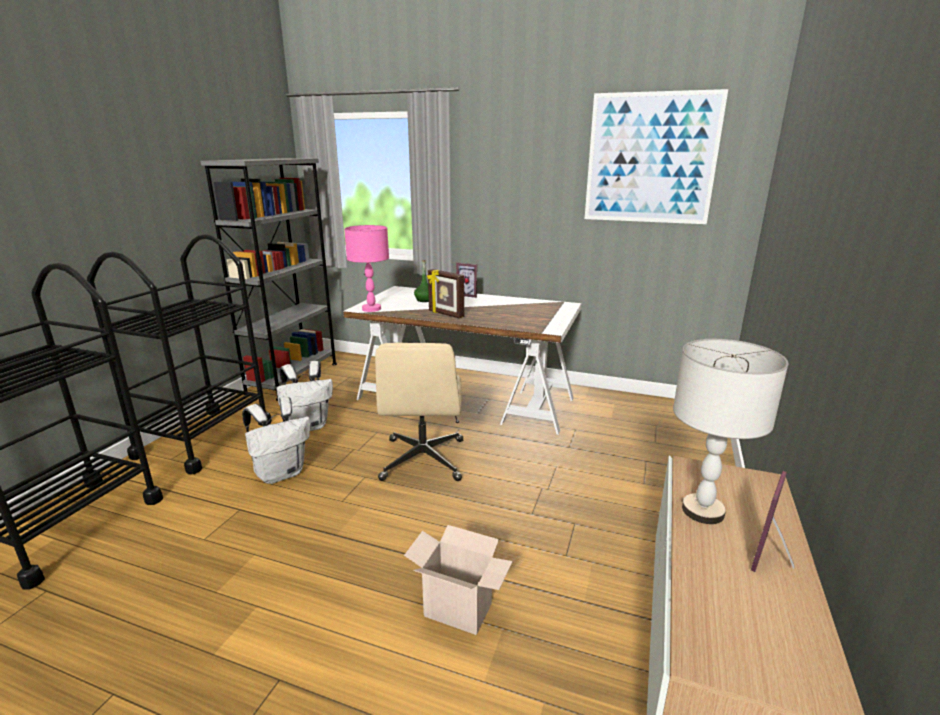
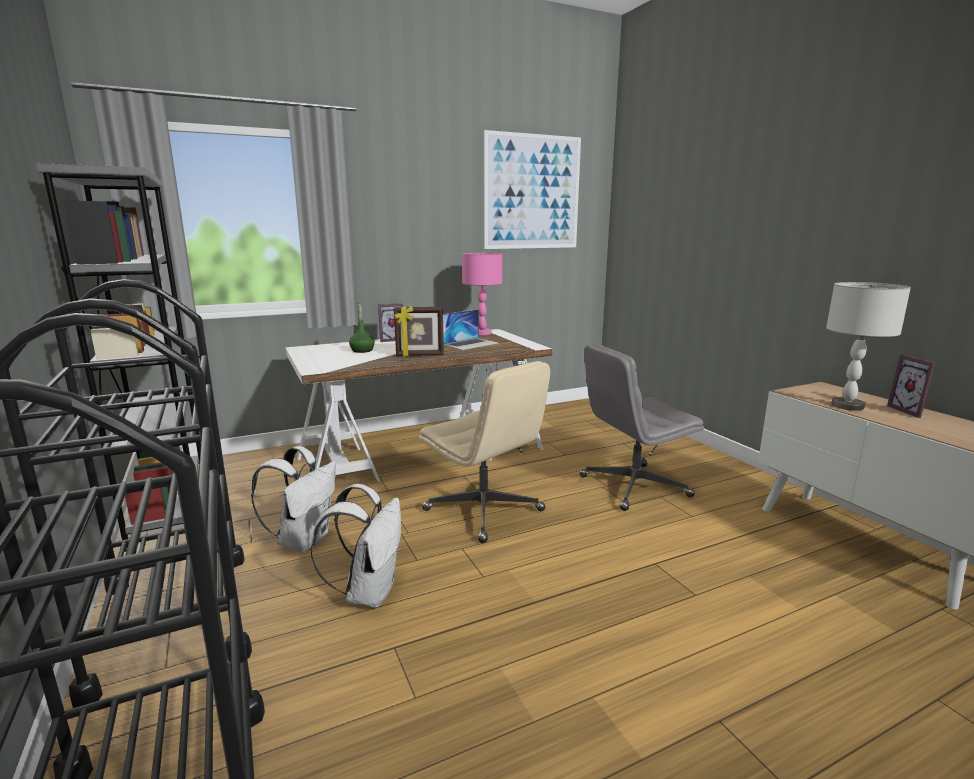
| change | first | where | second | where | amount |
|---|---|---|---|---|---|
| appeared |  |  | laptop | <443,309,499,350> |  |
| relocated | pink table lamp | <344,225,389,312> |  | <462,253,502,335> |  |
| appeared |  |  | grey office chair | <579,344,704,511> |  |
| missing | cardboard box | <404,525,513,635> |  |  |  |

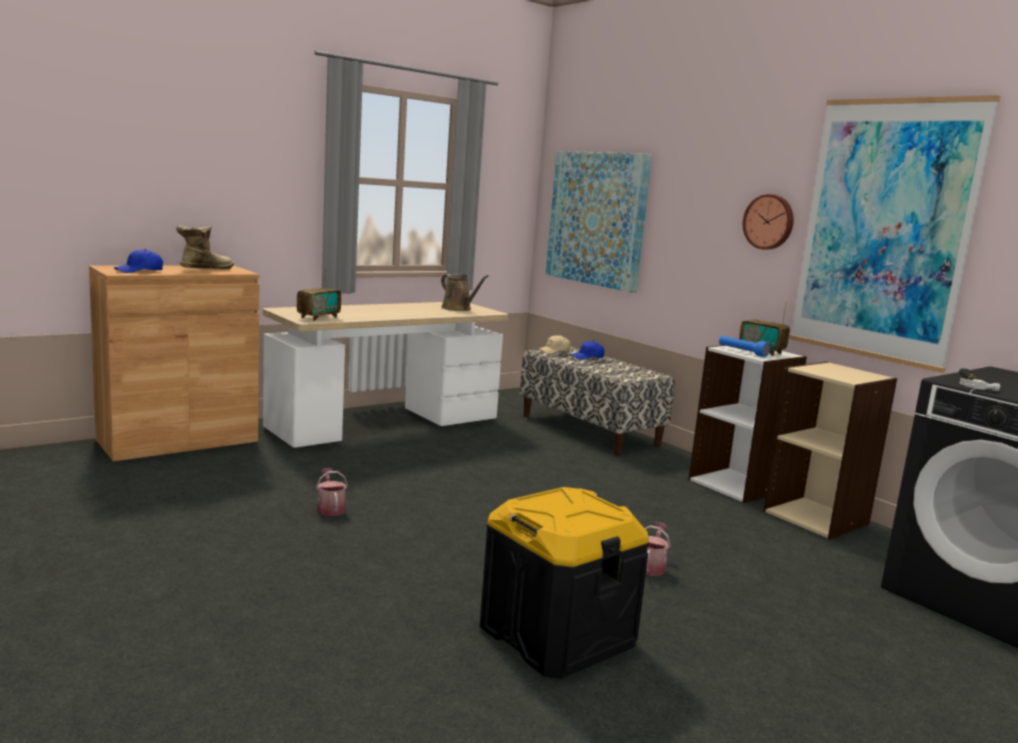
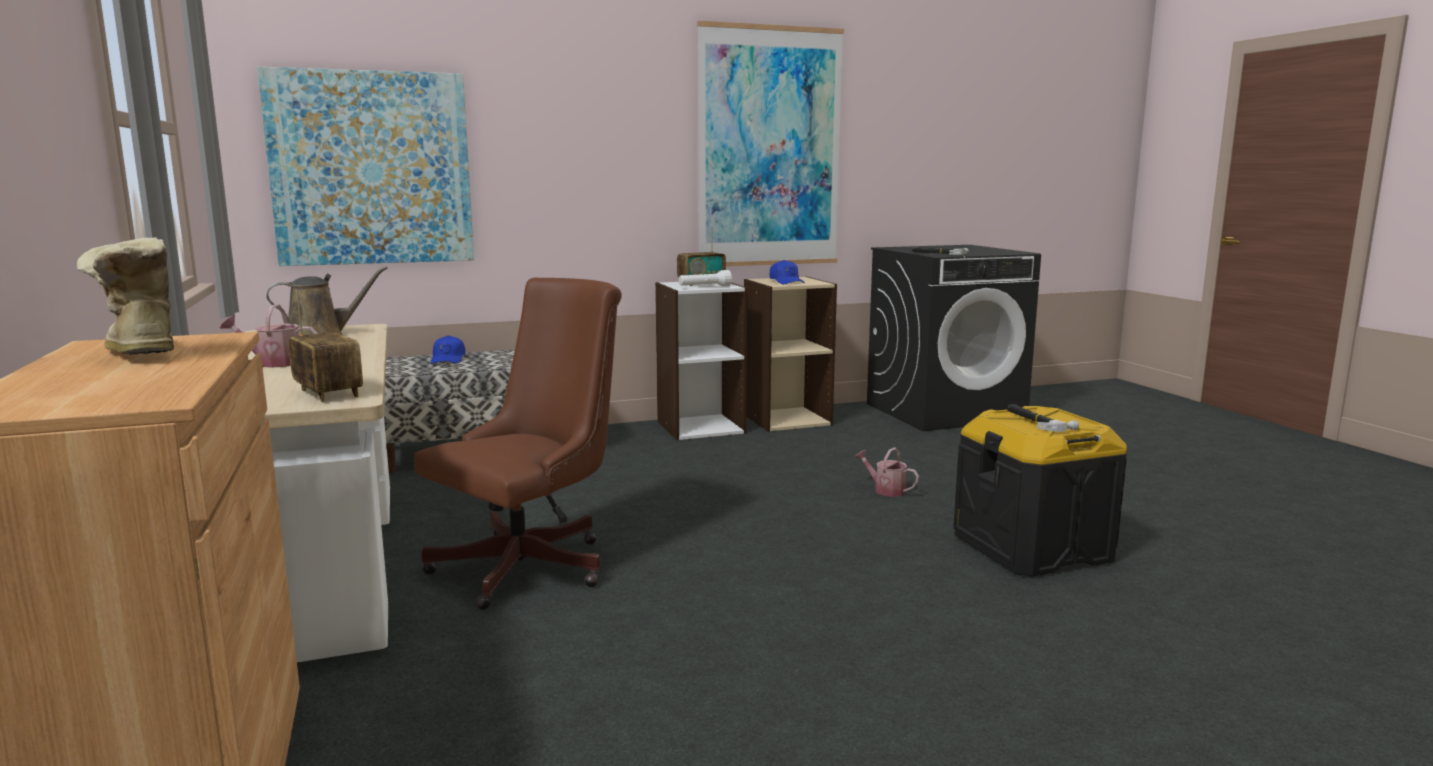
| change | first | where | second | where | amount |
|---|---|---|---|---|---|
| relocated | watering can | <316,468,348,516> |  | <220,304,318,368> |  |
| appeared |  |  | brown office chair | <414,278,622,610> |  |
| colour | blue flashlight | <719,336,770,357> | white flashlight | <679,270,732,286> |  |
| relocated | blue cap | <114,249,163,273> |  | <770,260,805,284> |  |
| appeared |  |  | hammer | <1007,404,1079,432> |  |
| missing | beige cap | <538,335,571,354> |  |  |  |
| missing | wall clock | <743,194,794,250> |  |  |  |

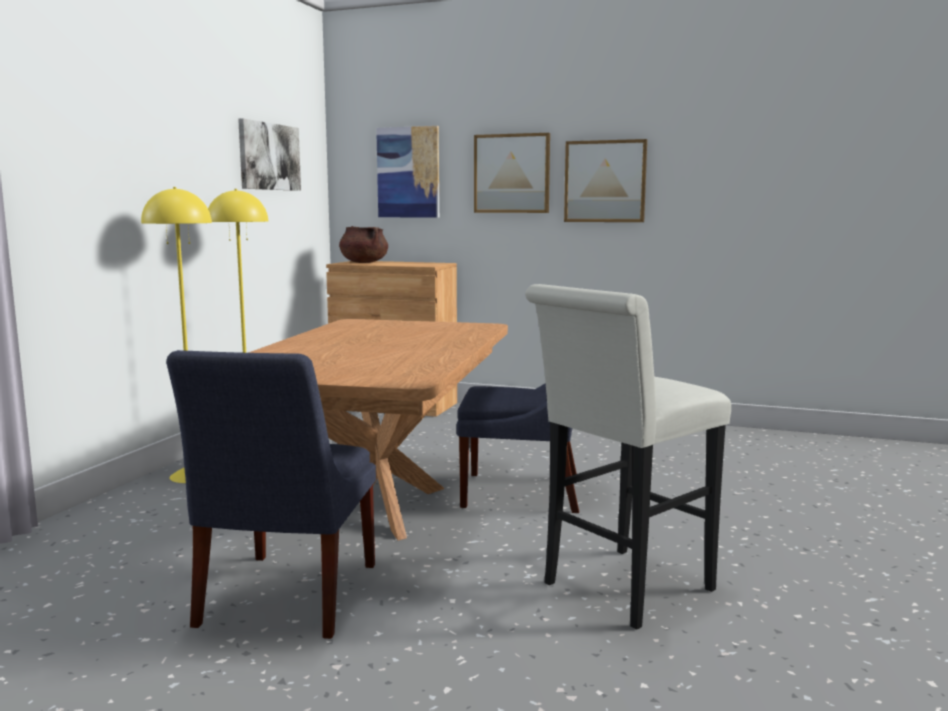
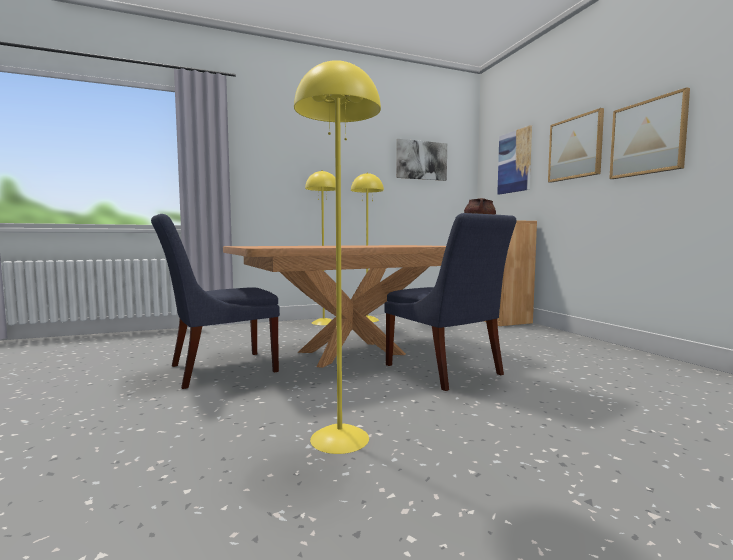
| change | first | where | second | where | amount |
|---|---|---|---|---|---|
| exchanged | white stool | <525,284,731,630> | yellow floor lamp | <294,60,381,454> |  |

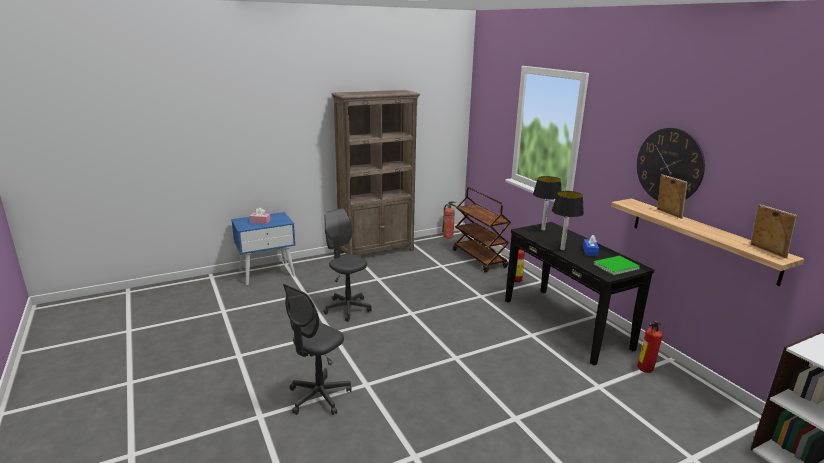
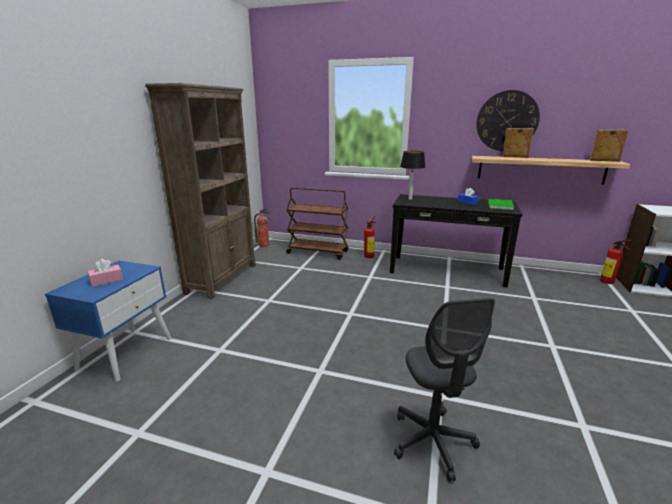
| change | first | where | second | where | amount |
|---|---|---|---|---|---|
| relocated | fire extinguisher | <637,320,665,373> |  | <600,240,631,284> |  |
| missing | grey office chair | <323,208,372,322> |  |  |  |
| missing | table lamp | <552,191,584,250> |  |  |  |

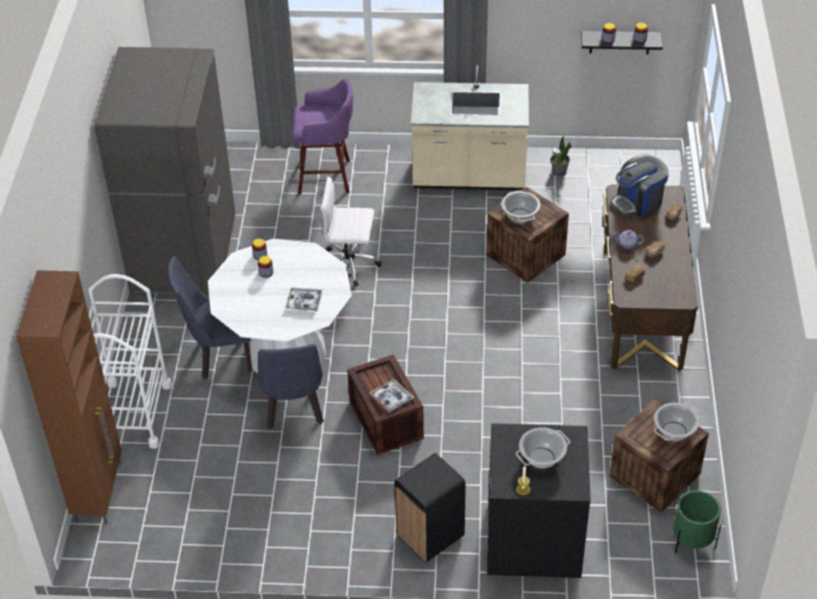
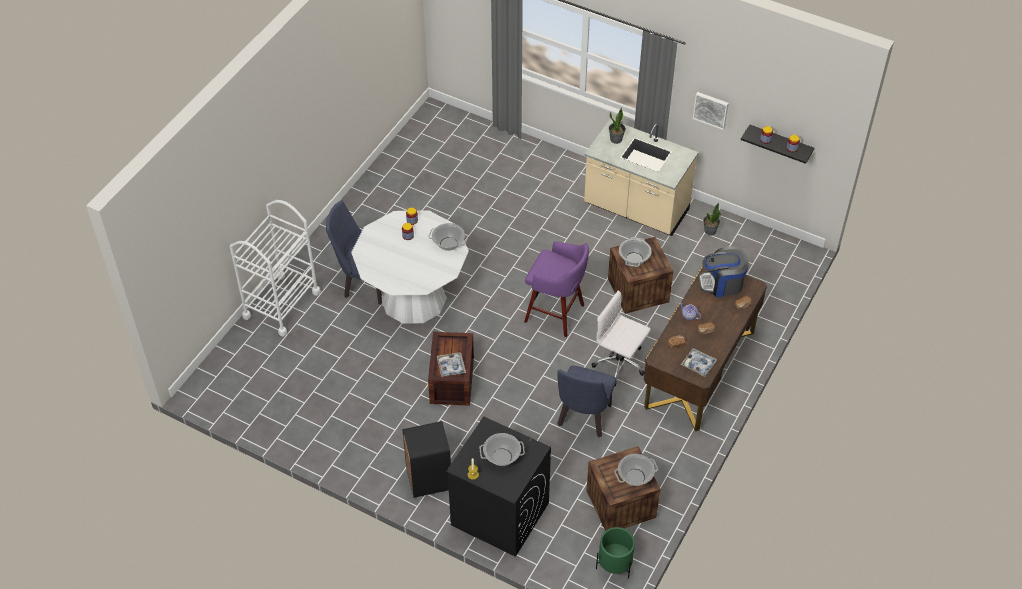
| change | first | where | second | where | amount |
|---|---|---|---|---|---|
| appeared |  |  | cooking pot | <428,223,468,251> |  |
| relocated | purple stool | <293,78,353,194> |  | <524,241,589,337> |  |
| relocated | blue chair | <258,344,324,429> |  | <557,365,616,437> |  |
| relocated | white office chair | <321,176,382,287> |  | <592,290,651,386> |  |
| appeared |  |  | potted plant | <609,108,626,144> |  |
| relocated | tray | <285,287,323,311> |  | <681,348,717,377> |  |
| appeared |  |  | picture | <693,92,729,130> |  |
| missing | brown cabinet | <16,270,122,524> |  |  |  |
| missing | grey fridge | <94,47,236,294> |  |  |  |

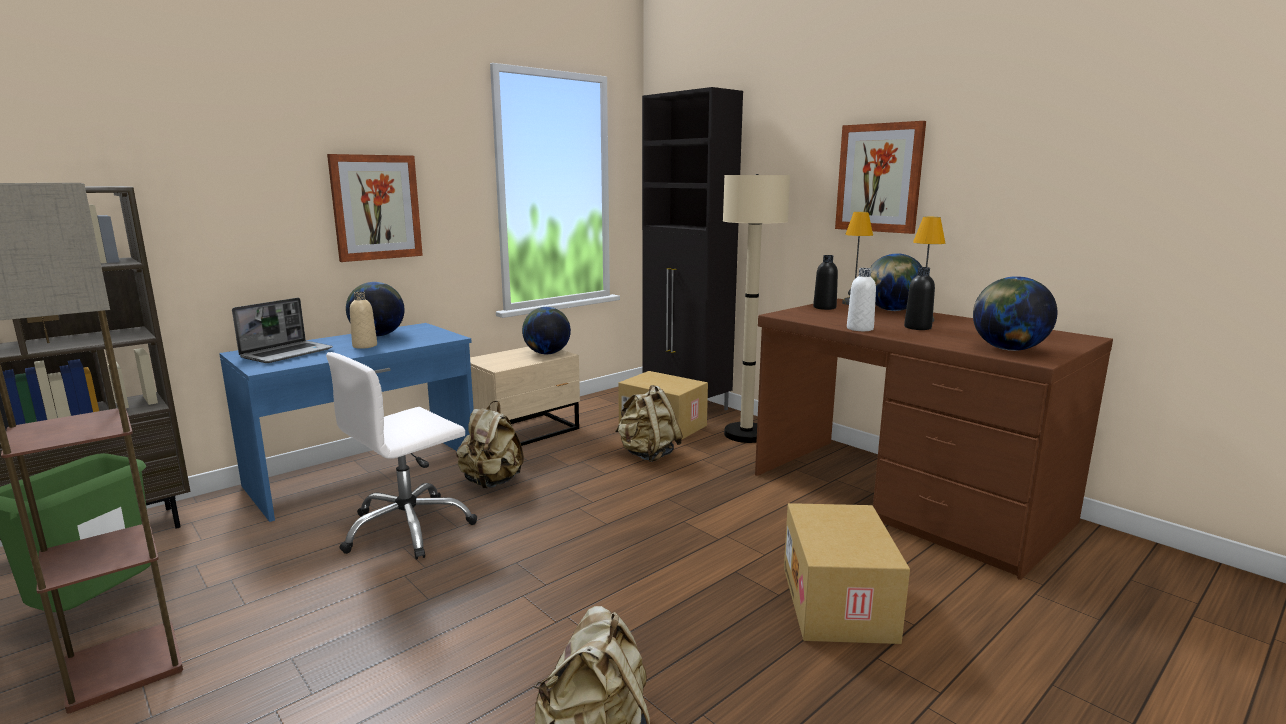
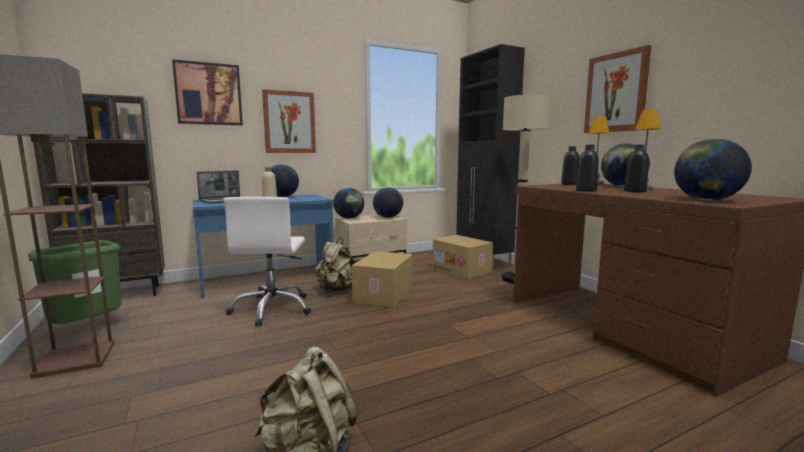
| change | first | where | second | where | amount |
|---|---|---|---|---|---|
| appeared |  |  | picture | <172,59,243,125> |  |
| spun | white office chair | <326,352,477,560> |  | <224,197,311,326> | 60 degrees counterclockwise |
| appeared |  |  | globe | <333,188,364,219> |  |
| relocated | cardboard box | <784,503,910,644> |  | <352,251,413,308> |  |
| colour | white bottle | <847,268,876,331> | black bottle | <576,145,599,192> |  |
| missing | beige backpack | <615,385,683,462> |  |  |  |

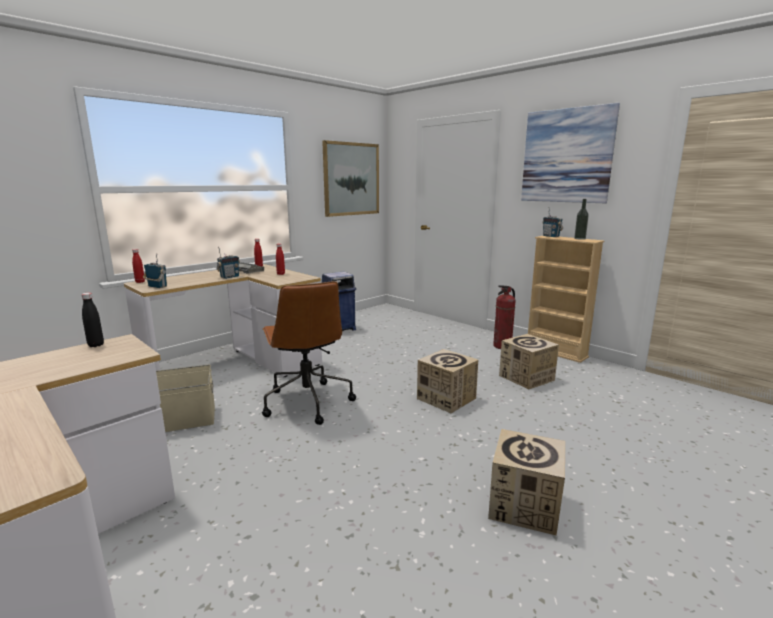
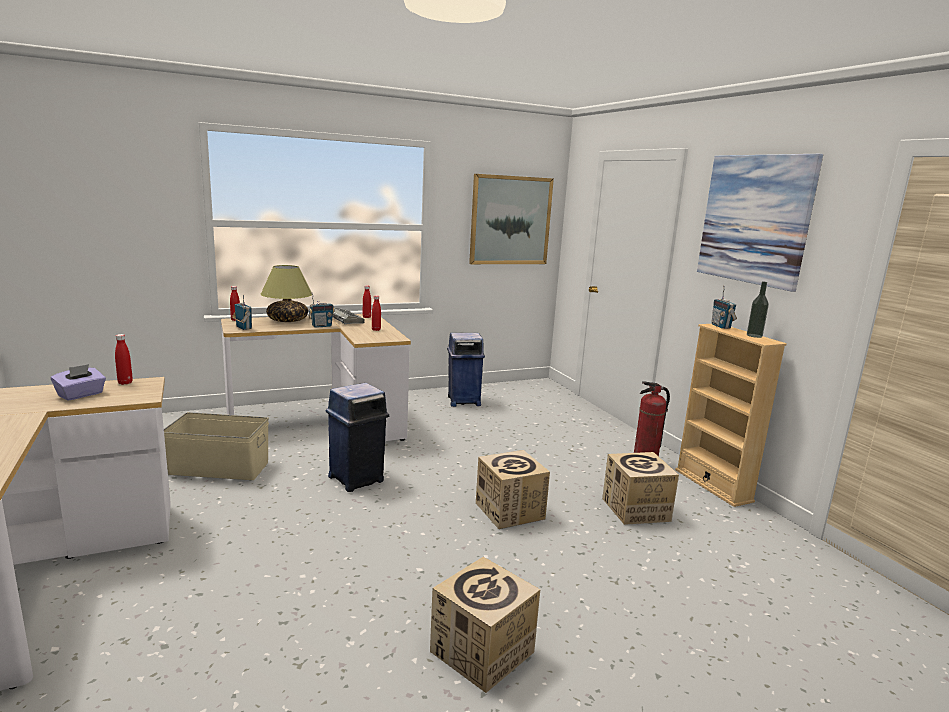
| change | first | where | second | where | amount |
|---|---|---|---|---|---|
| appeared |  |  | purple tissue box | <51,364,106,401> |  |
| colour | black bottle | <81,293,104,347> | red bottle | <115,334,133,385> |  |
| appeared |  |  | table lamp | <261,265,312,322> |  |
| exchanged | brown office chair | <262,281,356,425> | blue trash can | <326,383,389,492> |  |

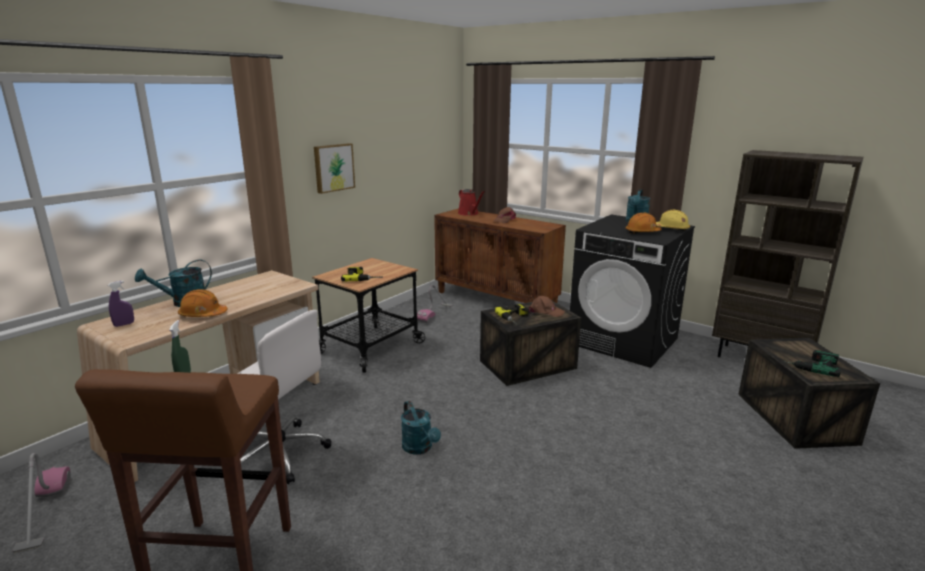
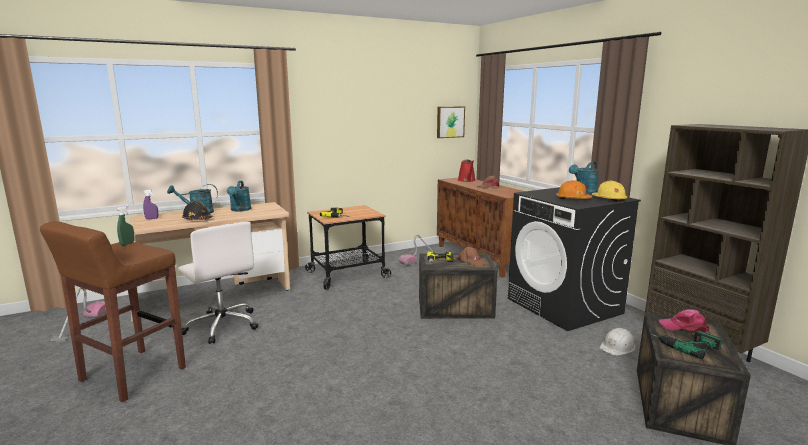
| change | first | where | second | where | amount |
|---|---|---|---|---|---|
| colour | orange hard hat | <178,289,228,317> | black hard hat | <182,202,213,220> |  |
| relocated | turquoise watering can | <401,401,441,455> |  | <227,181,251,212> |  |
| relocated | picture | <314,143,355,194> |  | <437,106,465,138> |  |
| appeared |  |  | white hard hat | <600,328,635,356> |  |
| appeared |  |  | pink cap | <658,309,709,332> |  |

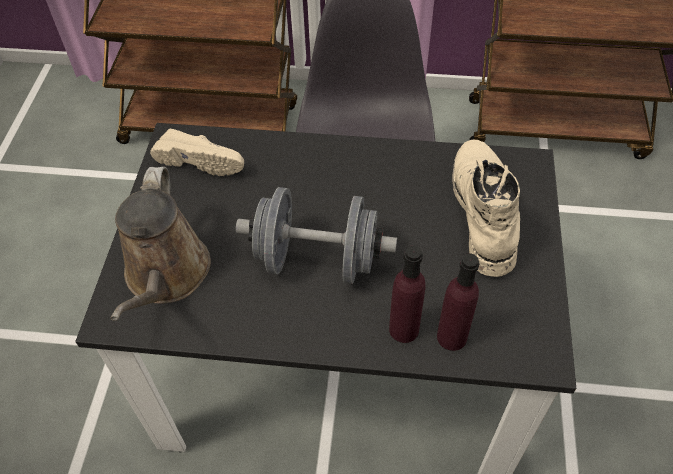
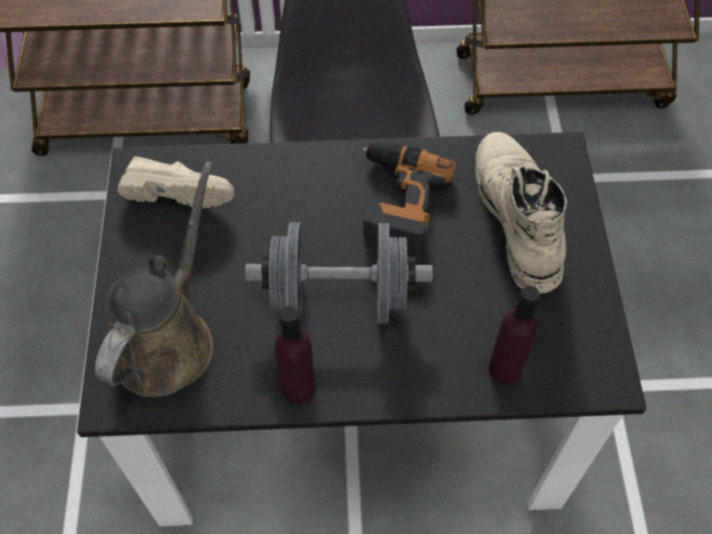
| change | first | where | second | where | amount |
|---|---|---|---|---|---|
| spun | brown watering can | <111,167,211,321> |  | <95,162,213,397> | 150 degrees counterclockwise |
| relocated | purple bottle | <389,245,426,343> |  | <275,307,316,404> |  |
| appeared |  |  | power drill | <363,142,456,254> |  |

